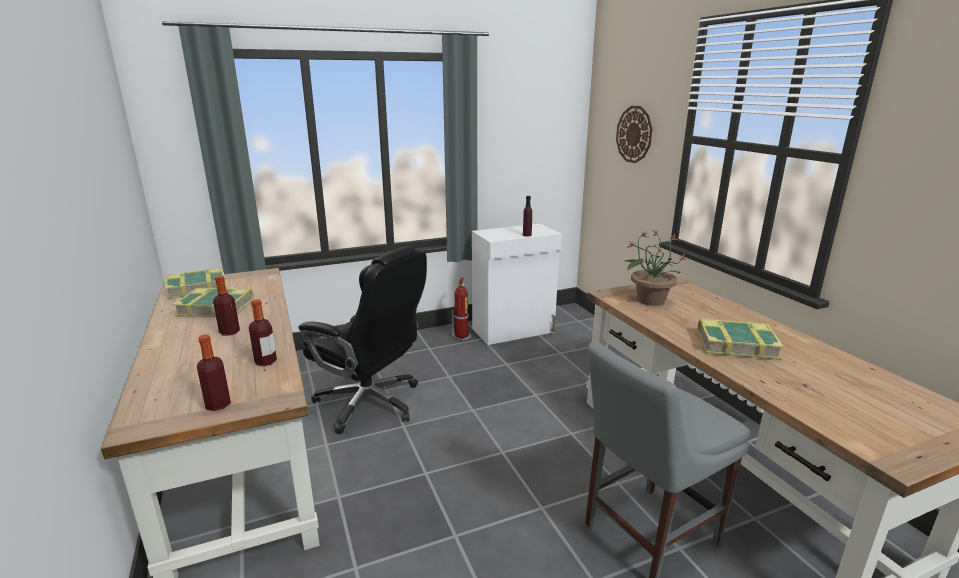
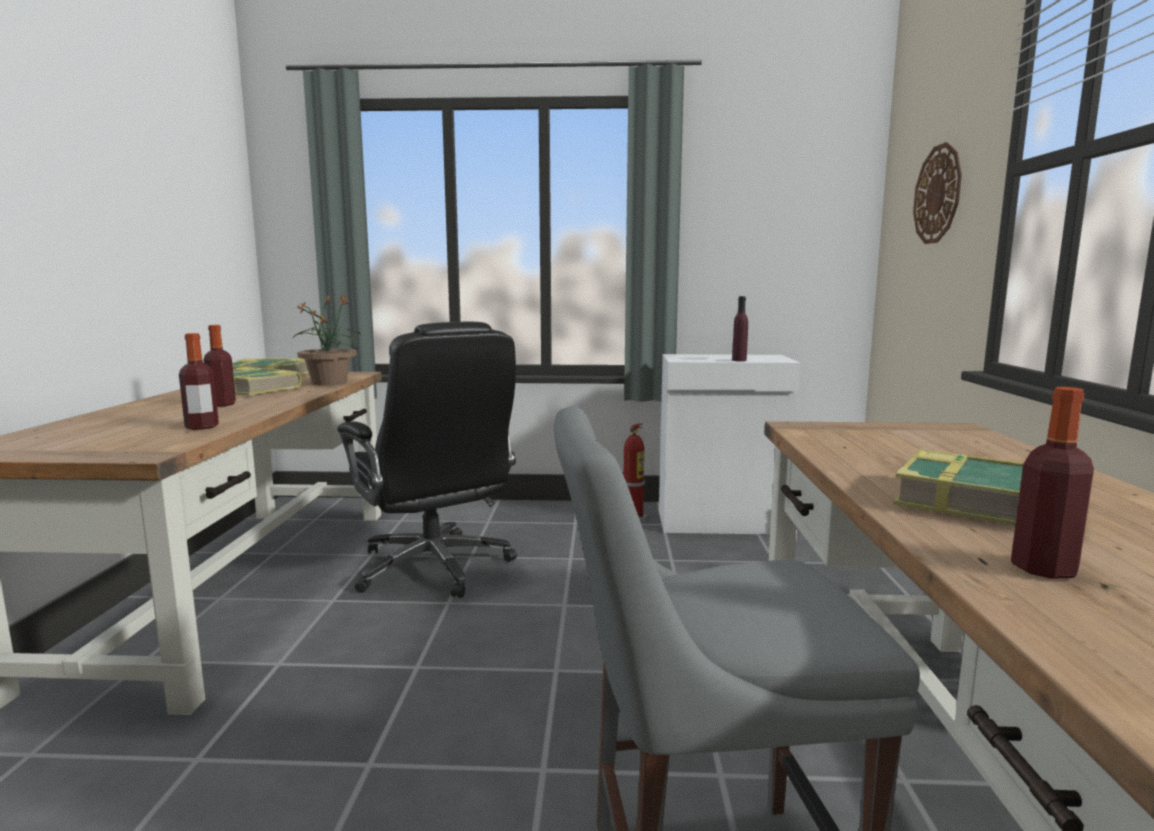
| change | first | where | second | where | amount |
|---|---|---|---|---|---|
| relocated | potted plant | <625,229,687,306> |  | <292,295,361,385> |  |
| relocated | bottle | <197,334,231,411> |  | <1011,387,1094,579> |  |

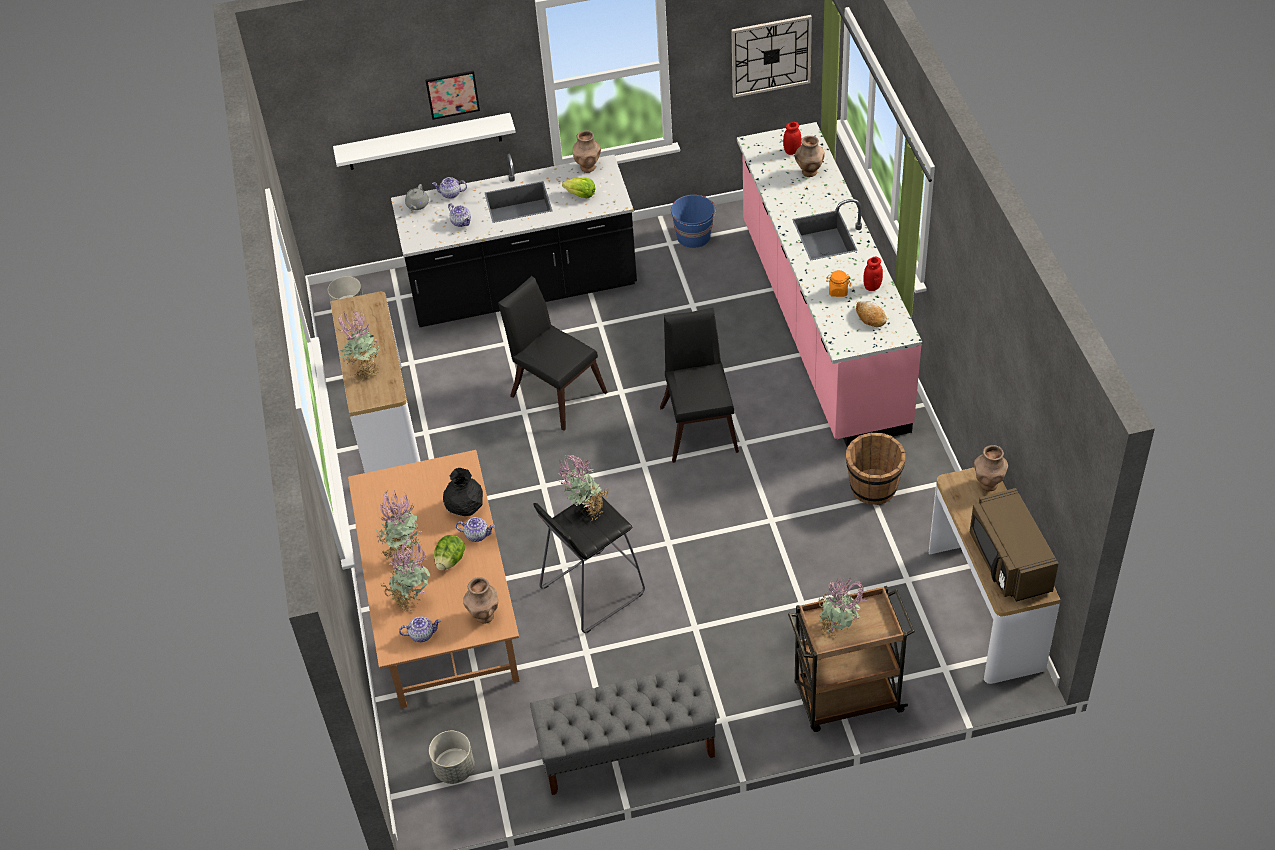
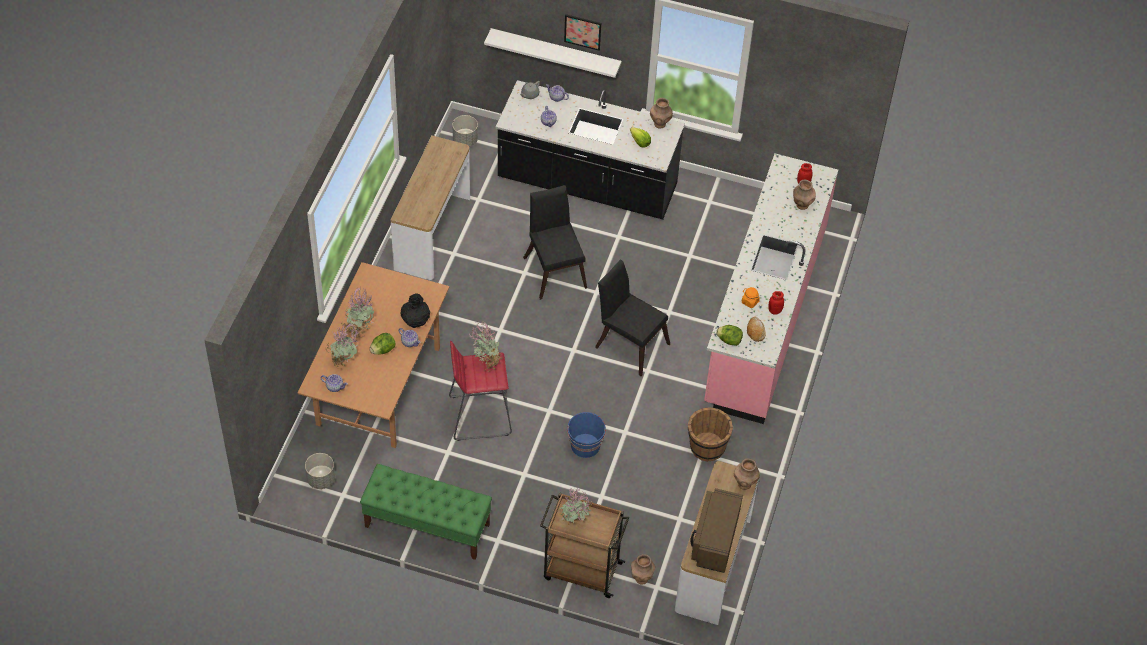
| change | first | where | second | where | amount |
|---|---|---|---|---|---|
| colour | grey bench | <530,665,717,795> | green bench | <360,464,492,560> |  |
| colour | black stool | <533,496,645,633> | red stool | <449,341,512,441> |  |
| relocated | blue bucket | <671,195,716,248> |  | <567,412,606,458> |  |
| spun | black chair | <660,308,739,463> |  | <595,259,670,376> | 75 degrees counterclockwise |
| relocated | brown vase | <463,577,498,624> |  | <631,554,655,585> |  |
| appeared |  |  | lettuce | <716,325,743,346> |  |
| missing | potted plant | <338,308,381,381> |  |  |  |
| missing | wall clock | <731,15,812,98> |  |  |  |

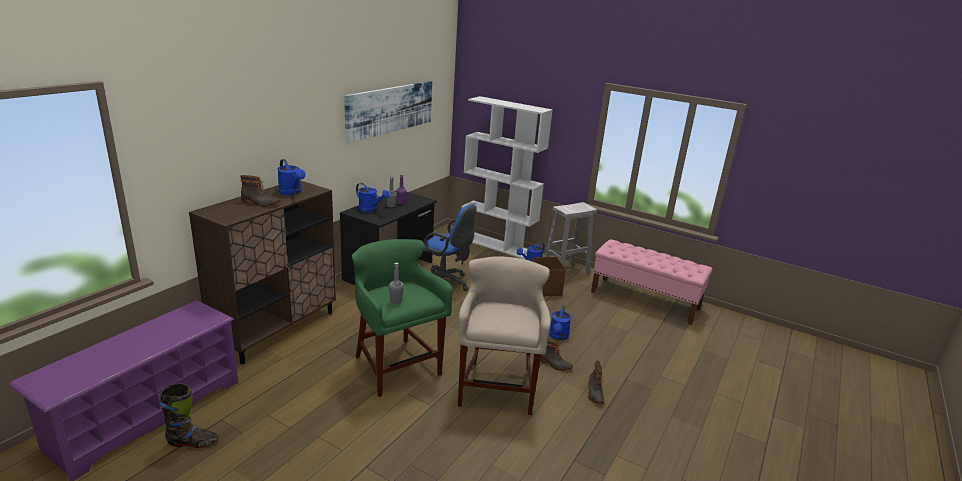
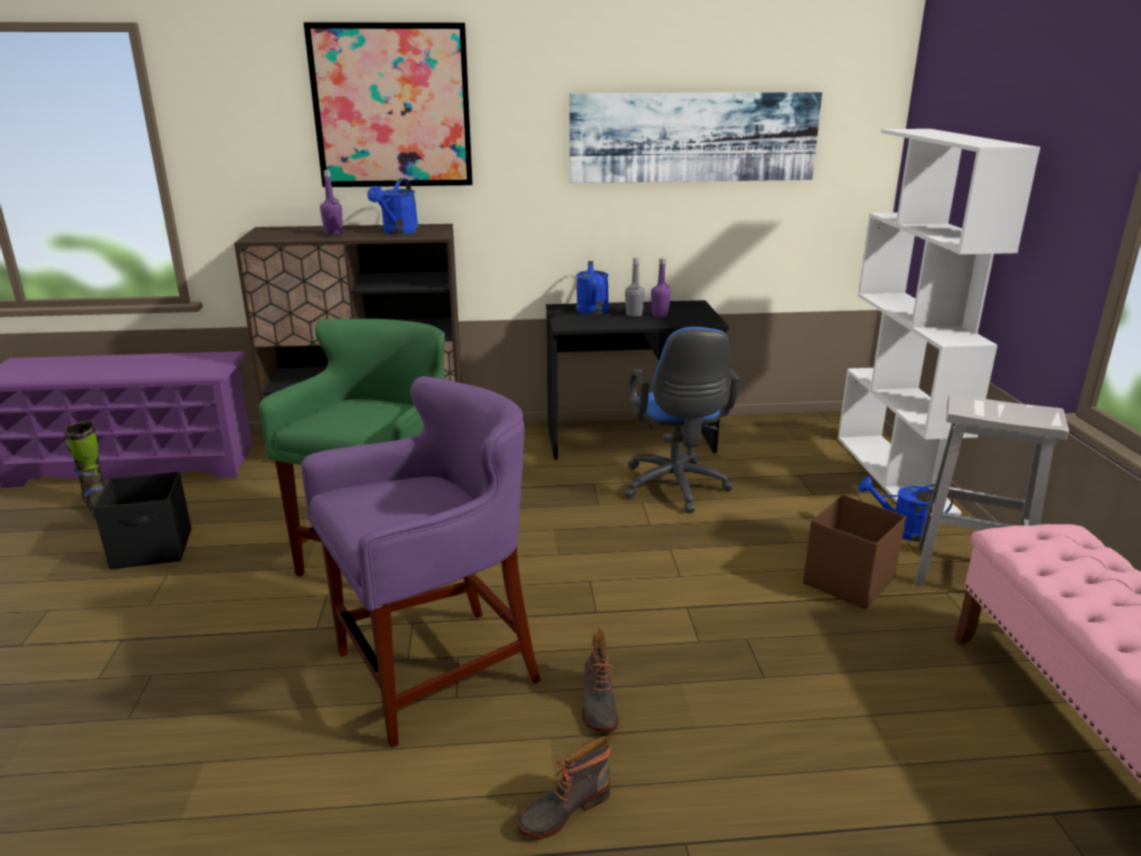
| change | first | where | second | where | amount |
|---|---|---|---|---|---|
| appeared |  |  | black storage box | <93,472,192,569> |  |
| colour | beige stool | <458,256,551,415> | purple stool | <301,376,541,748> |  |
| appeared |  |  | picture | <303,22,473,187> |  |
| exchanged | boot | <241,175,280,207> | purple bottle | <320,170,343,235> |  |
| missing | grey bottle | <389,263,404,304> |  |  |  |
| missing | blue watering can | <549,306,571,340> |  |  |  |

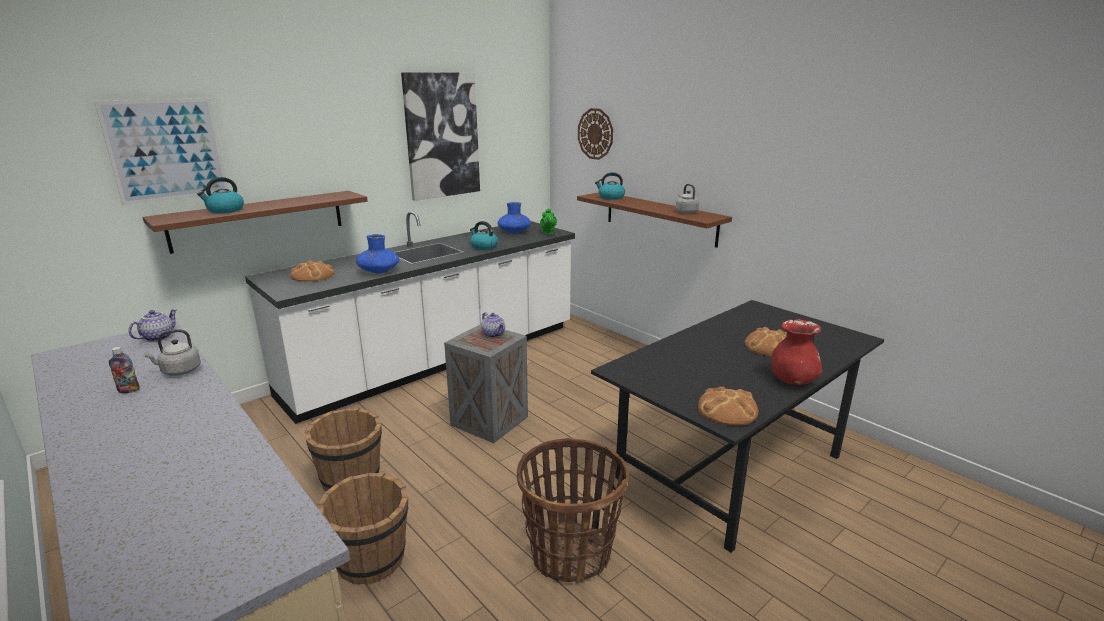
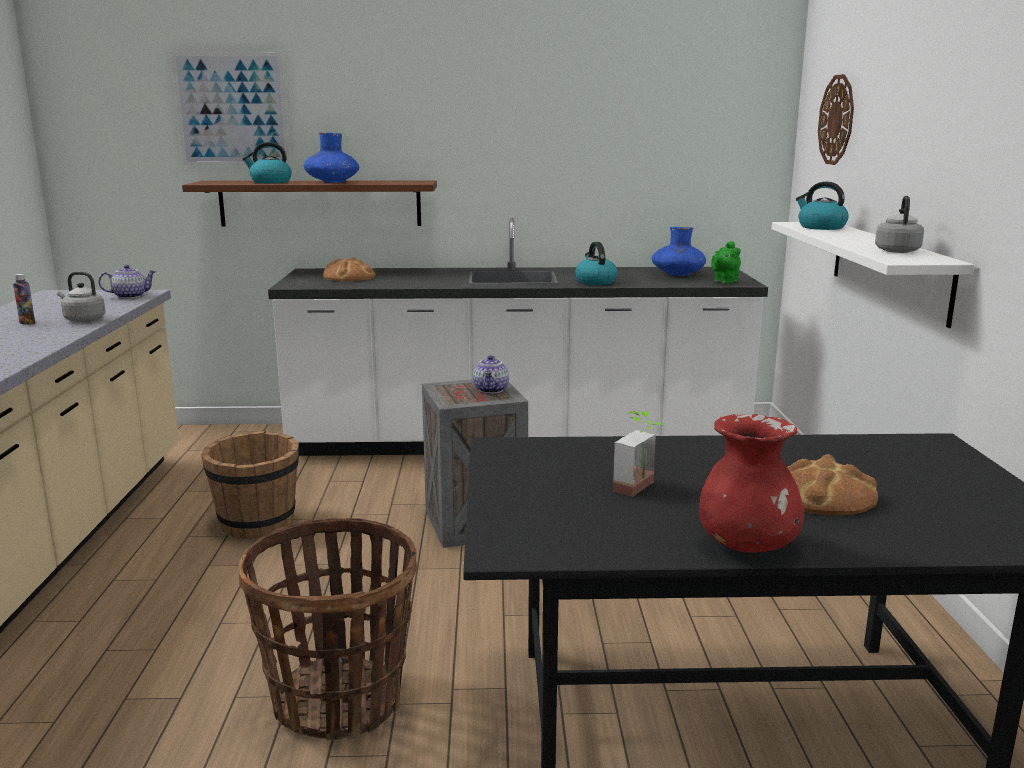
| change | first | where | second | where | amount |
|---|---|---|---|---|---|
| relocated | blue vase | <356,234,399,273> |  | <304,132,359,183> |  |
| appeared |  |  | potted plant | <613,411,664,497> |  |
| colour | brown shelf | <577,192,732,248> | white shelf | <772,222,974,328> |  |
| missing | brown bucket | <317,473,408,585> |  |  |  |
| missing | picture | <401,72,480,201> |  |  |  |
| missing | bread | <698,387,758,426> |  |  |  |

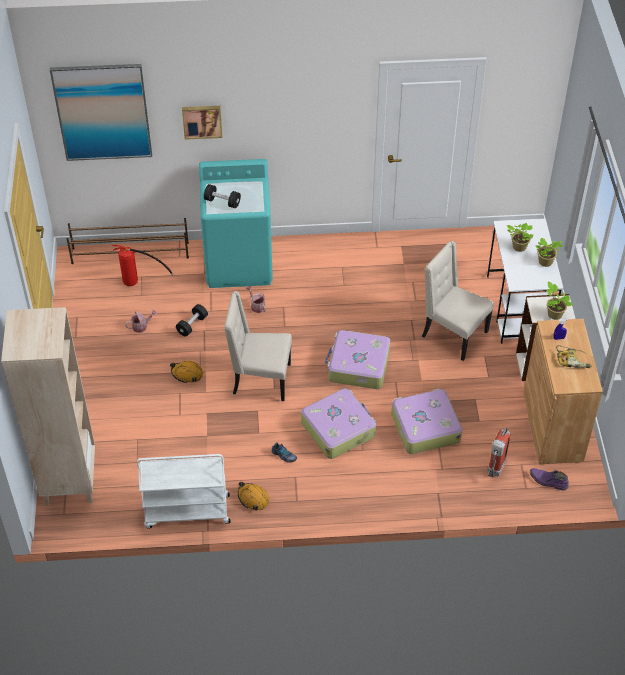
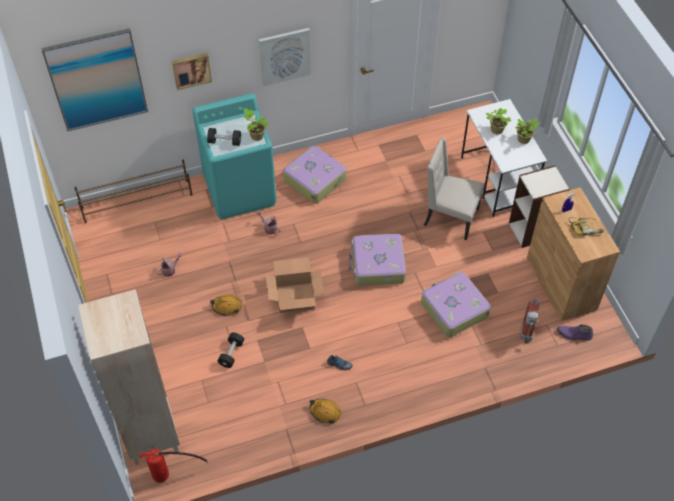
| change | first | where | second | where | amount |
|---|---|---|---|---|---|
| relocated | fire extinguisher | <112,245,174,286> |  | <138,449,209,483> |  |
| relocated | black dumbbell | <176,304,208,336> |  | <218,333,244,368> |  |
| relocated | potted plant | <547,281,573,320> |  | <244,108,269,141> |  |
| appeared |  |  | picture | <259,28,311,86> |  |
| exchanged | beige chair | <224,291,292,401> | cardboard box | <265,257,324,313> |  |
| relocated | suitcase | <301,388,376,459> |  | <283,146,346,204> |  |
| missing | white cart | <137,454,231,529> |  |  |  |

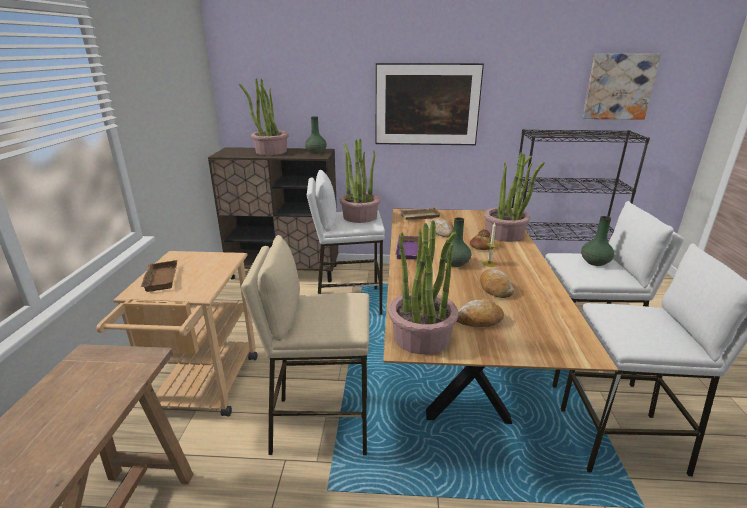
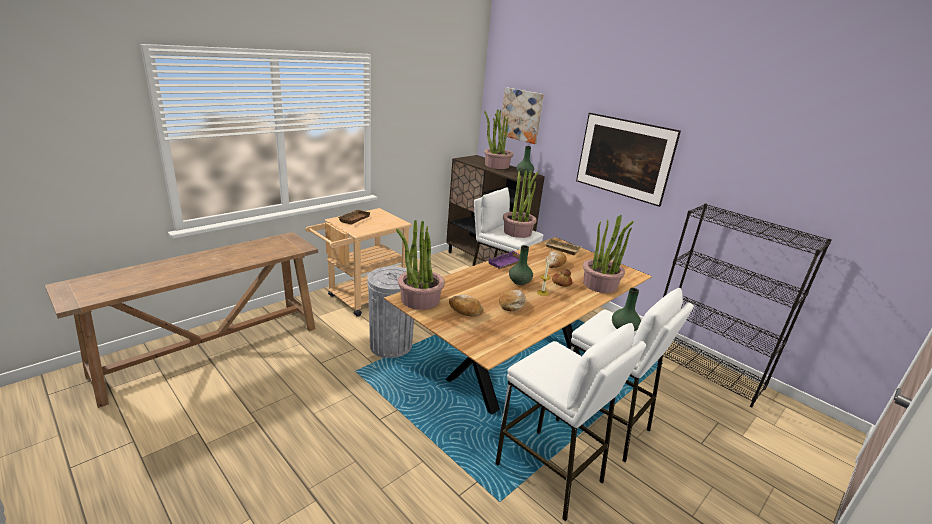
| change | first | where | second | where | amount |
|---|---|---|---|---|---|
| exchanged | beige stool | <241,235,369,455> | grey trash can | <367,266,414,358> |  |
| relocated | picture | <582,54,661,120> |  | <501,87,544,144> |  |

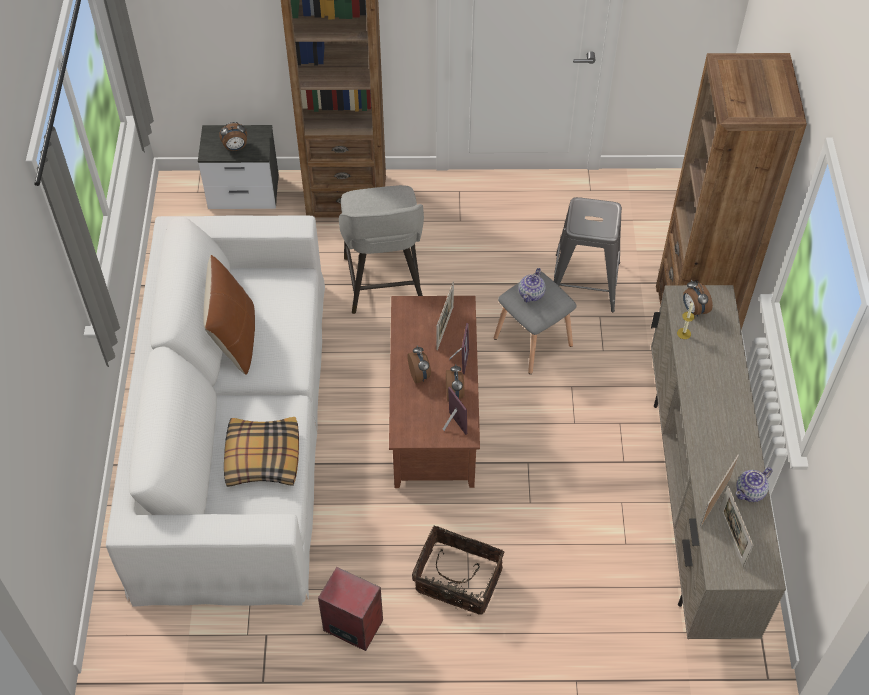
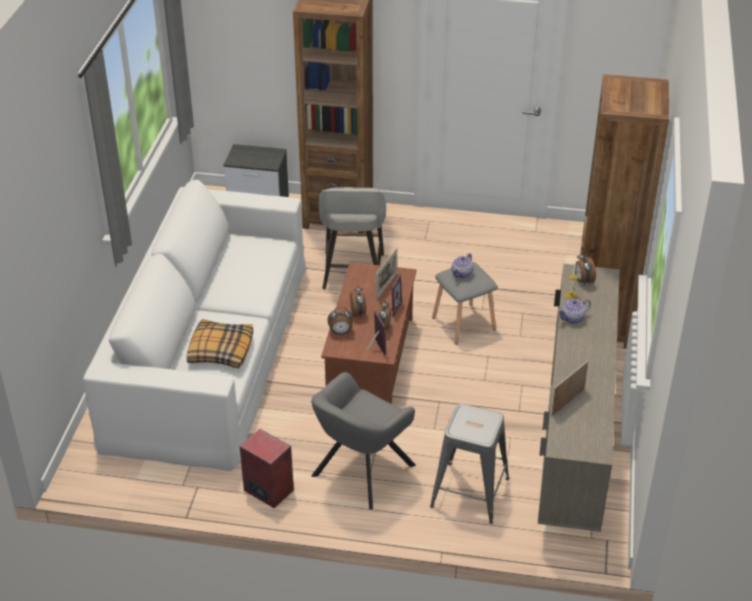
| change | first | where | second | where | amount |
|---|---|---|---|---|---|
| exchanged | basket | <412,525,505,616> | grey armchair | <311,372,416,510> |  |
| relocated | alarm clock | <219,122,247,151> |  | <328,307,353,335> |  |
| relocated | grey stool | <554,197,622,312> |  | <430,404,509,524> |  |
| relocated | teapot | <736,467,772,502> |  | <558,299,591,324> |  |
| missing | brown pillow | <203,255,255,375> |  |  |  |
| missing | picture frame | <719,486,753,568> |  |  |  |

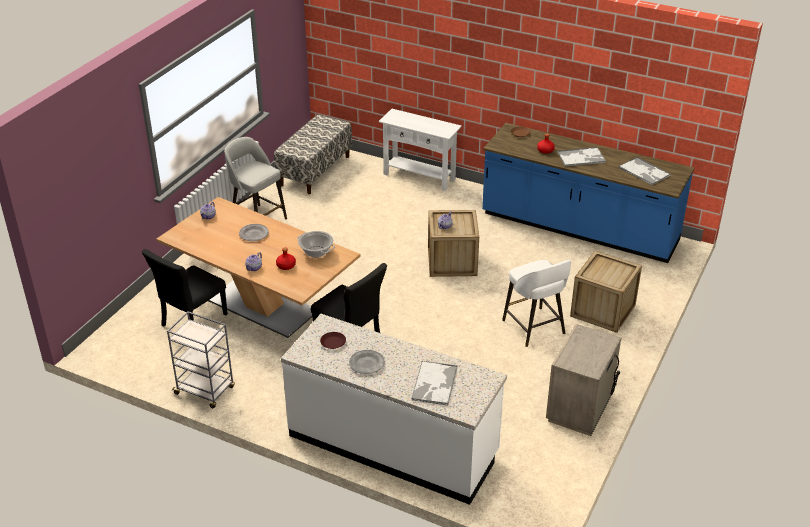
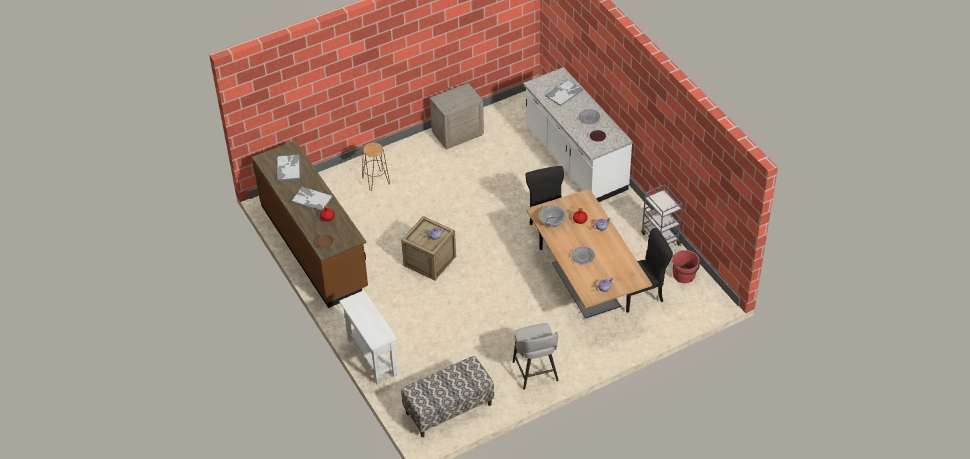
| change | first | where | second | where | amount |
|---|---|---|---|---|---|
| colour | blue counter | <482,123,694,263> | brown counter | <252,141,368,308> |  |
| exchanged | crate | <570,251,642,333> | brown stool | <362,142,390,191> |  |
| appeared |  |  | red bucket | <672,250,700,283> |  |
| missing | white stool | <502,260,571,347> |  |  |  |

